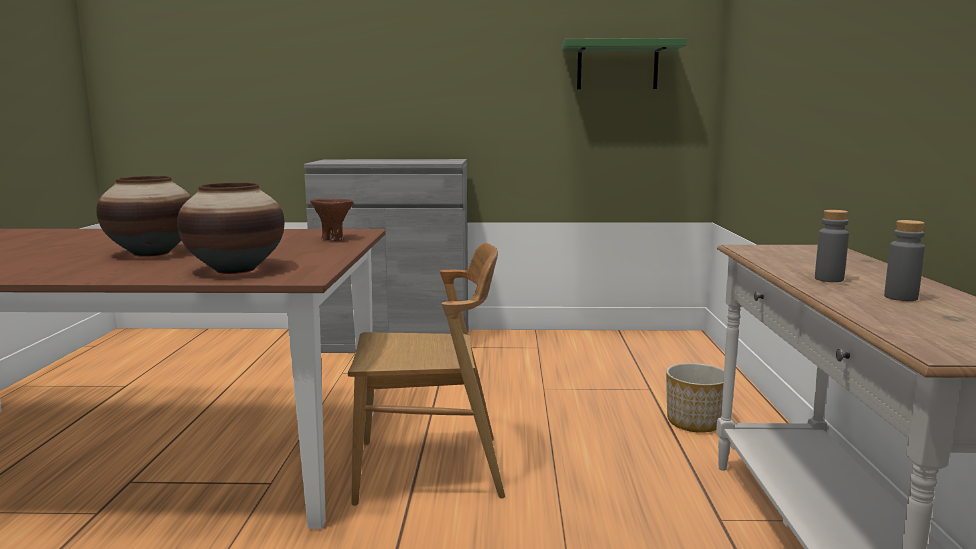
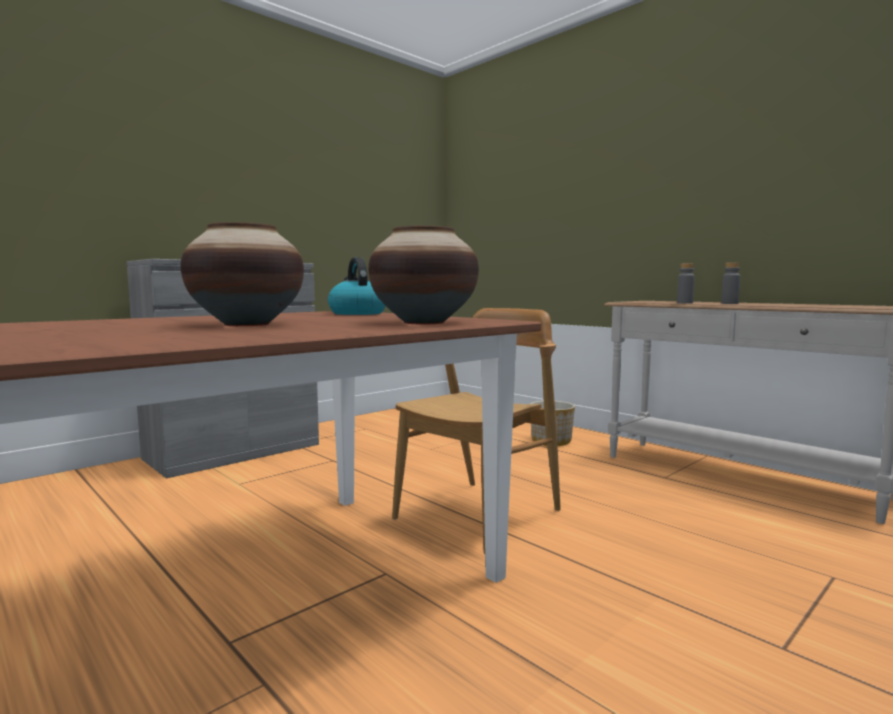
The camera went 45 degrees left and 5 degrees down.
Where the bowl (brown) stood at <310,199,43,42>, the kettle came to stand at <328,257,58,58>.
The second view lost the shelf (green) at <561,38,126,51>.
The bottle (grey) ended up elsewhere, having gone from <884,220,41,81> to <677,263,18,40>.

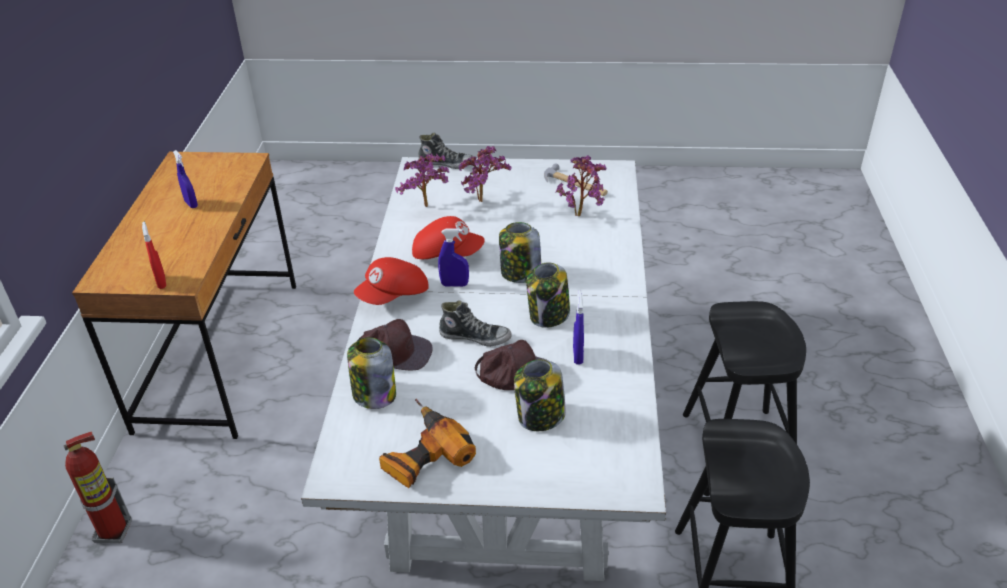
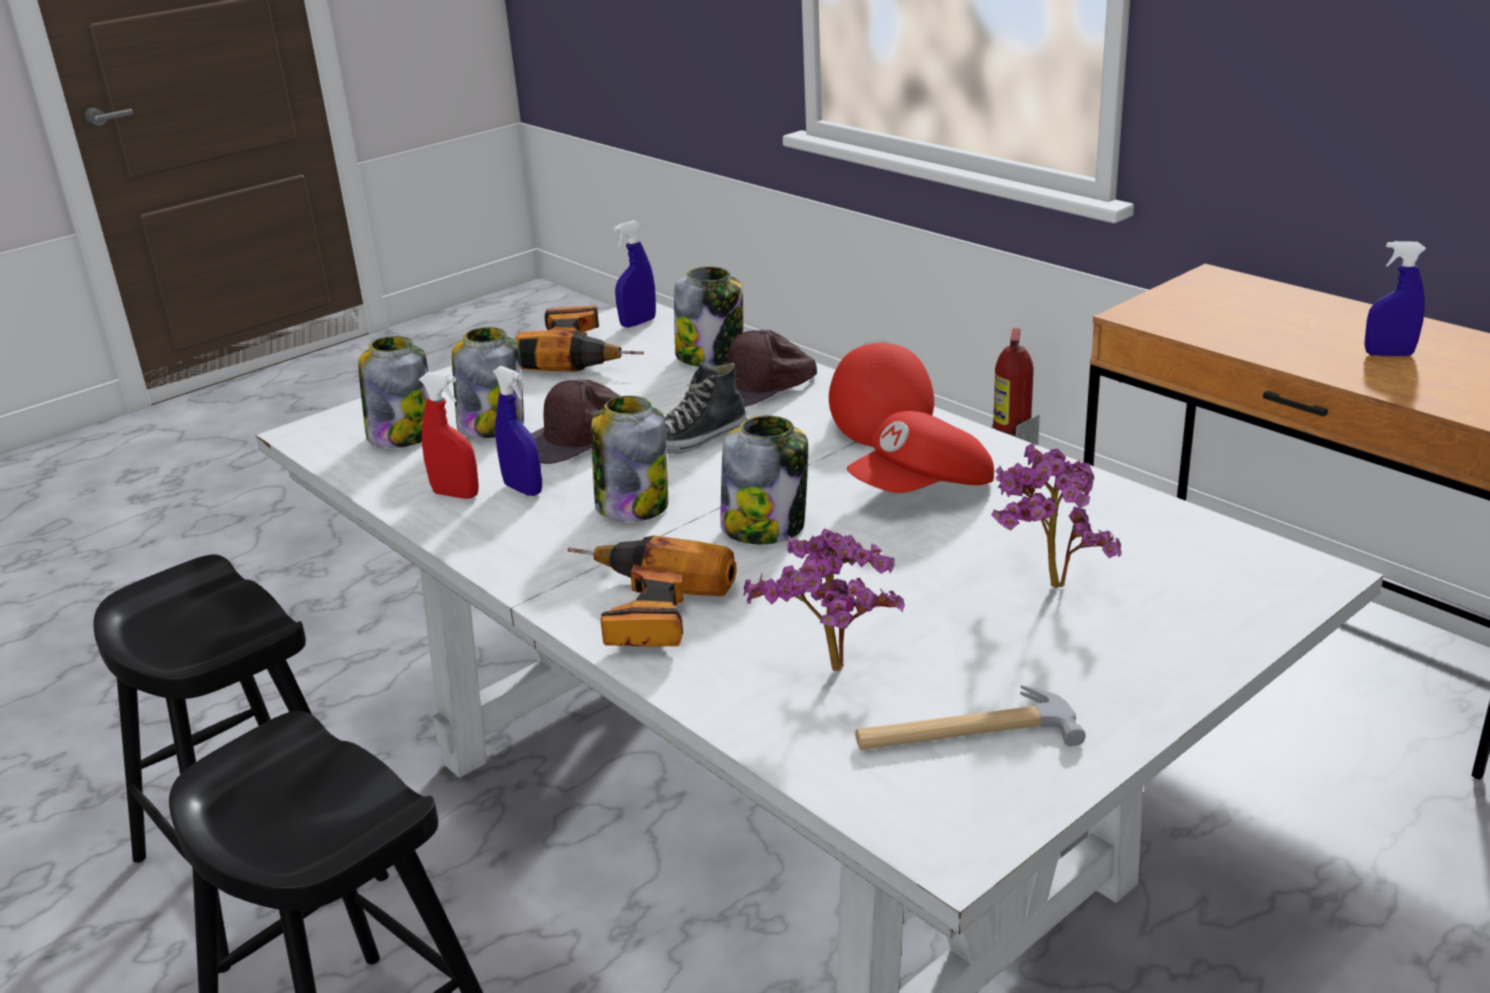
The camera went 135 degrees right and 10 degrees down.
The spray bottle (red) ended up elsewhere, having gone from <142,222,24,67> to <419,372,60,127>.
The second view lost the potted plant at <395,153,54,54>.
The second view lost the shoe at <418,132,56,37>.
The spray bottle (blue) ended up elsewhere, having gone from <438,229,31,58> to <613,221,43,107>.
The second view gained the jar at <358,336,71,112>.
The second view gained the power drill at <567,535,170,111>.

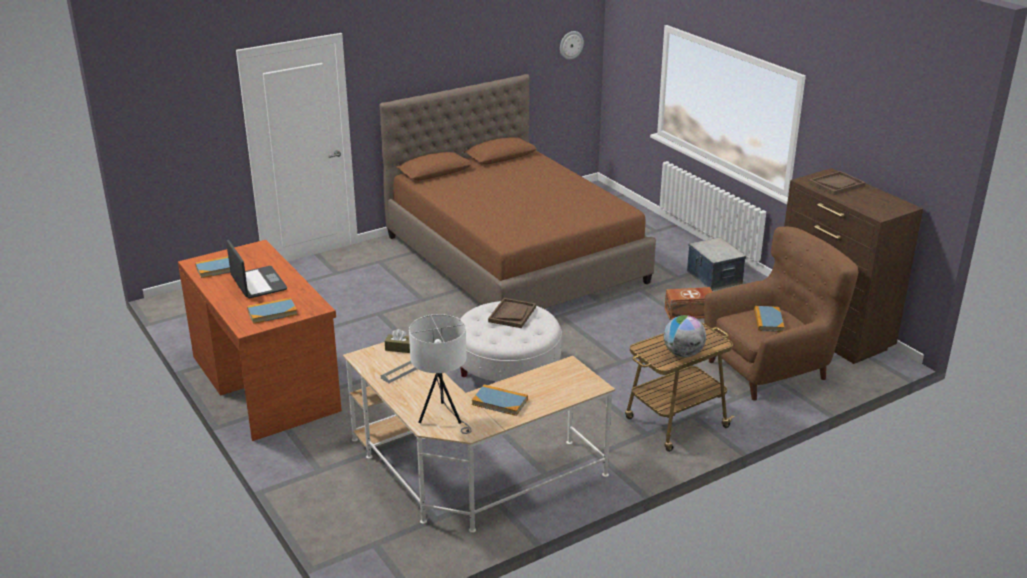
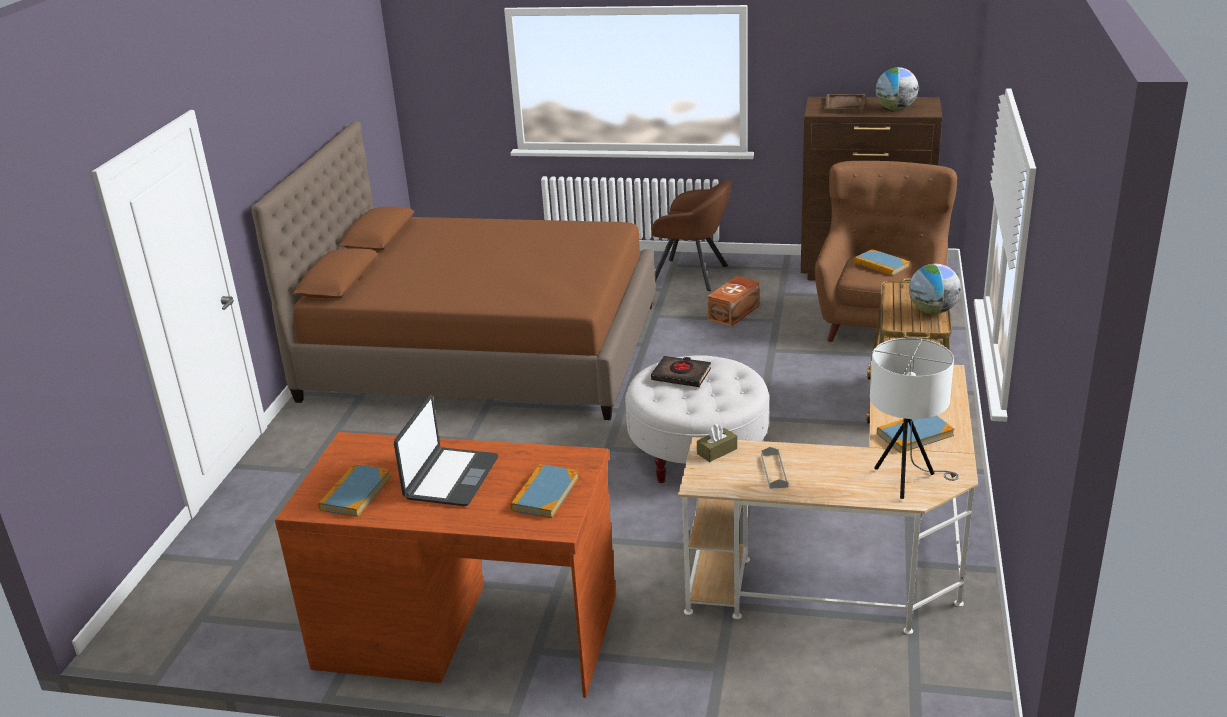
The camera went 45 degrees left and 0 degrees up.
The laptop at <226,240,61,58> ended up facing another way, 90 degrees clockwise from before.
Where the tray (brown) stood at <488,298,48,30>, the book (black) came to stand at <651,356,60,31>.
The second view lost the wall clock at <560,31,24,29>.
Where the storage box stood at <687,237,59,54>, the armchair (brown) came to stand at <651,180,81,111>.
The second view gained the globe at <876,67,43,43>.

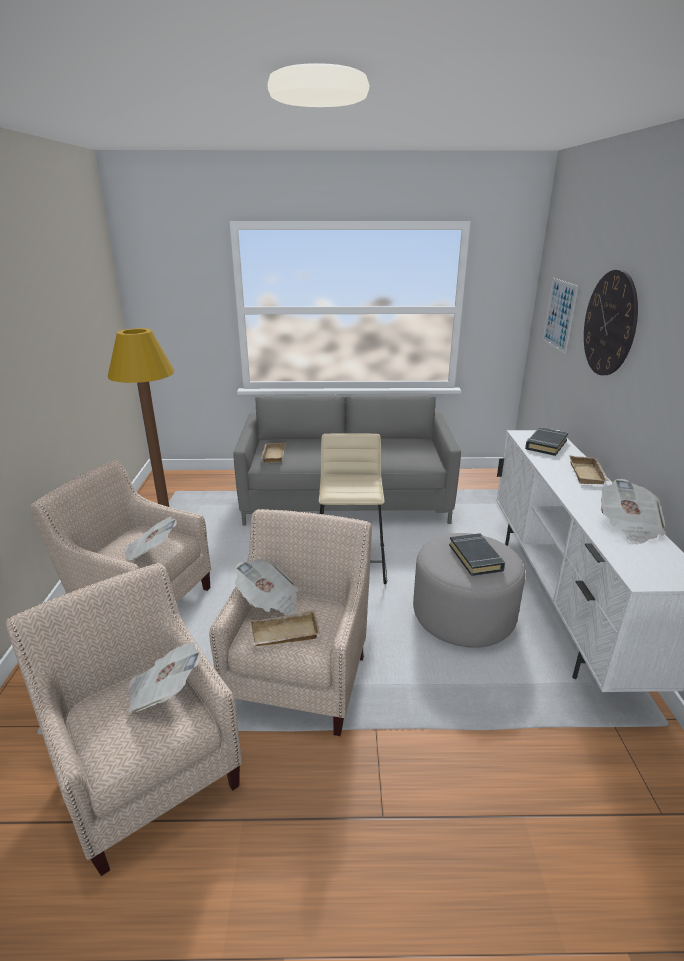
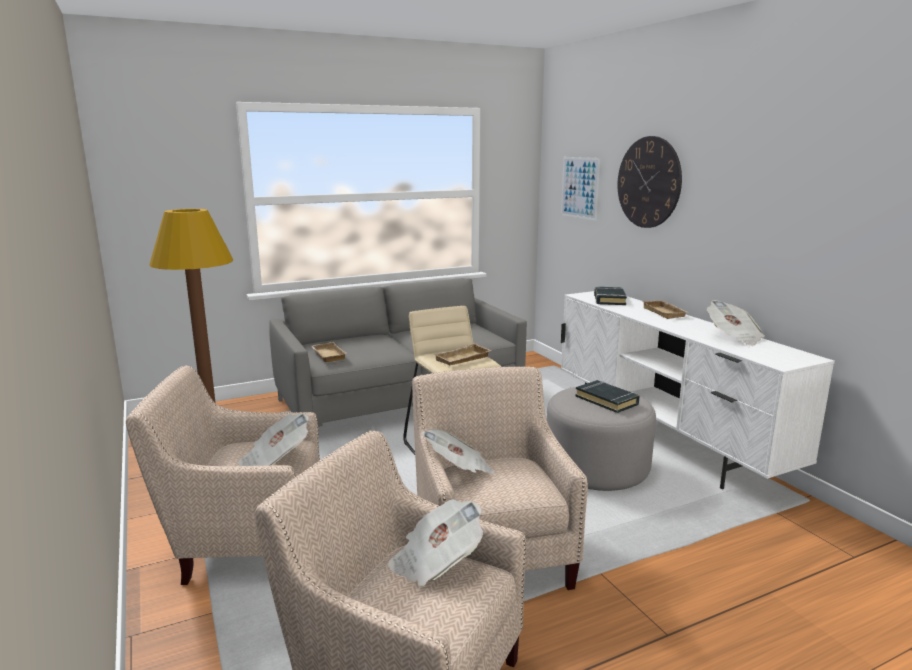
The camera went 25 degrees left and 10 degrees down.
The tray (beige) ended up elsewhere, having gone from <250,610,71,36> to <435,343,56,22>.

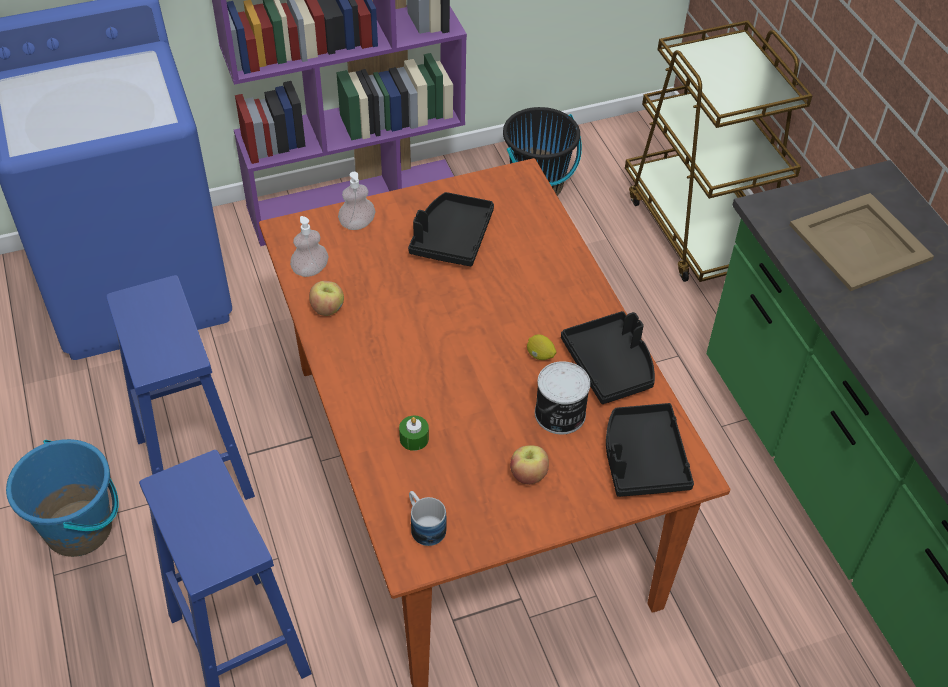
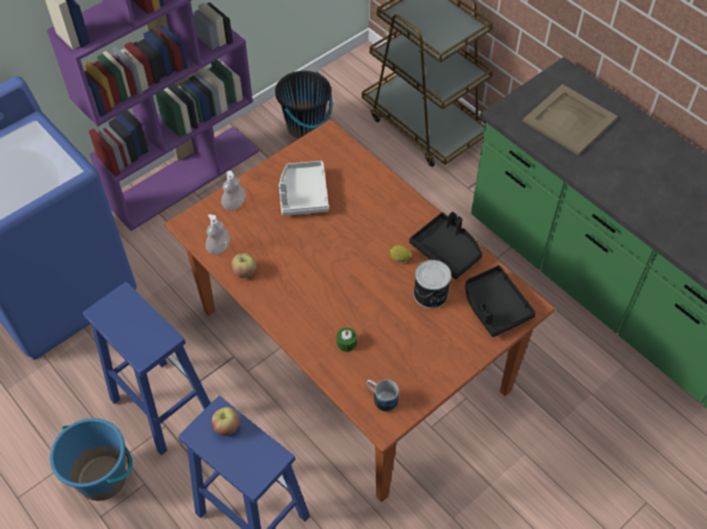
The camera went 20 degrees left and 5 degrees up.
What was the tray (black) at <408,192,86,74> turned into the tray (white) at <279,161,50,54>.
The apple ended up elsewhere, having gone from <510,445,39,40> to <212,407,28,29>.

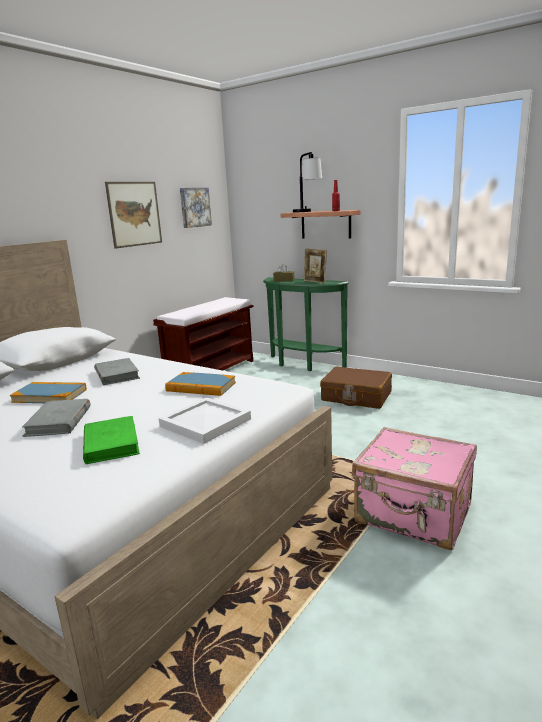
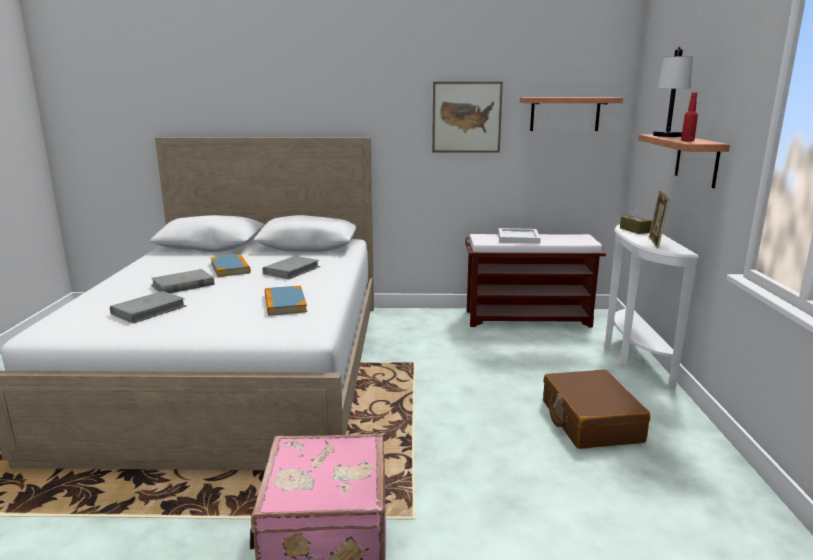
The camera went 55 degrees right and 0 degrees up.
What was the book (green) at <83,416,57,48> turned into the book (grey) at <110,291,77,33>.
The tray (white) ended up elsewhere, having gone from <159,398,92,46> to <498,228,43,16>.
Where the picture hung at <180,187,32,41>, the shelf came to hang at <520,97,103,34>.
What was the console table (green) at <263,277,86,94> turned into the console table (white) at <605,224,94,163>.

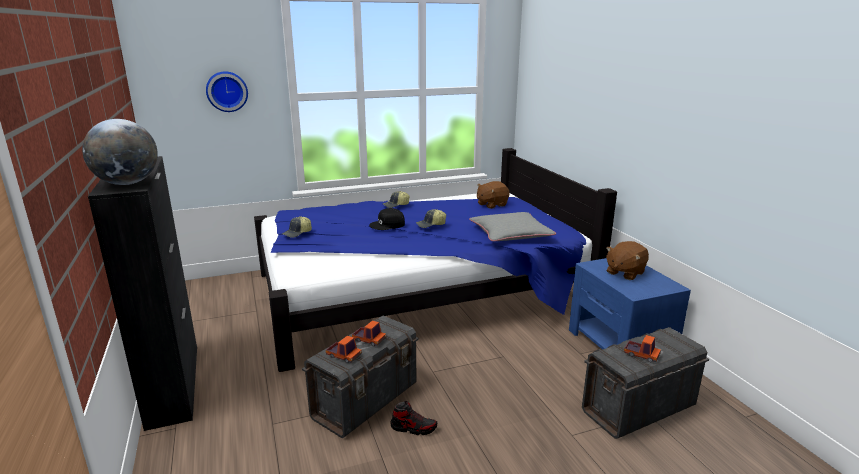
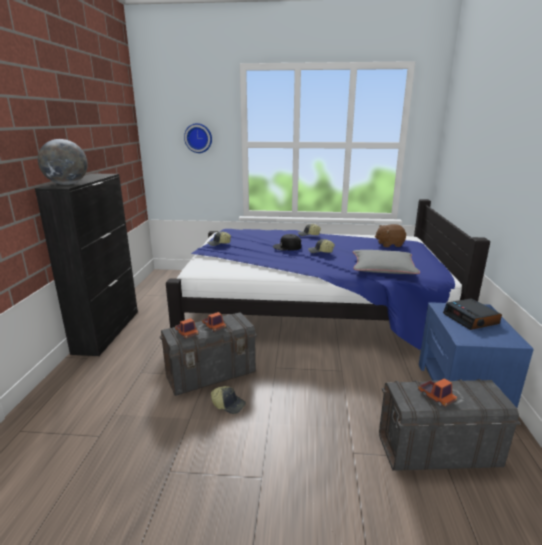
The camera went 25 degrees right and 0 degrees up.
Where the shoe stood at <391,401,46,34>, the cap came to stand at <211,386,35,28>.
Where the plush toy (brown) stood at <606,241,43,39>, the alarm clock came to stand at <443,298,59,32>.

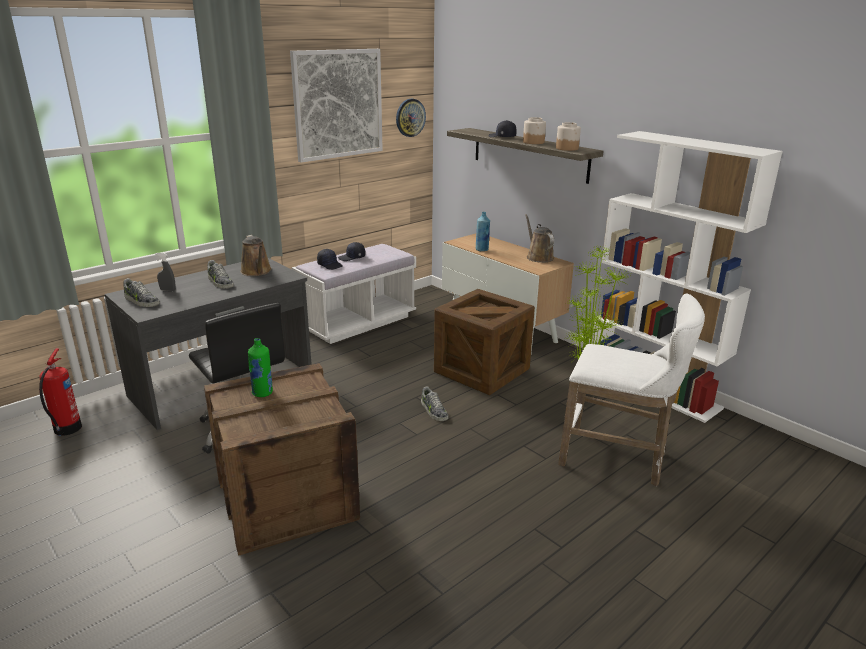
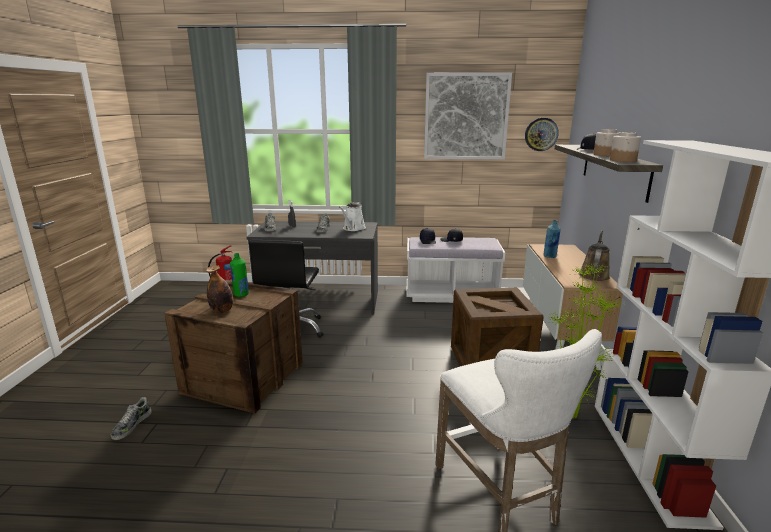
The camera went 45 degrees right and 5 degrees down.
What was the watering can (brown) at <240,235,32,41> turned into the watering can (white) at <339,202,27,29>.
The shoe ended up elsewhere, having gone from <421,386,27,35> to <111,397,41,43>.
The second view gained the bottle at <206,265,27,48>.

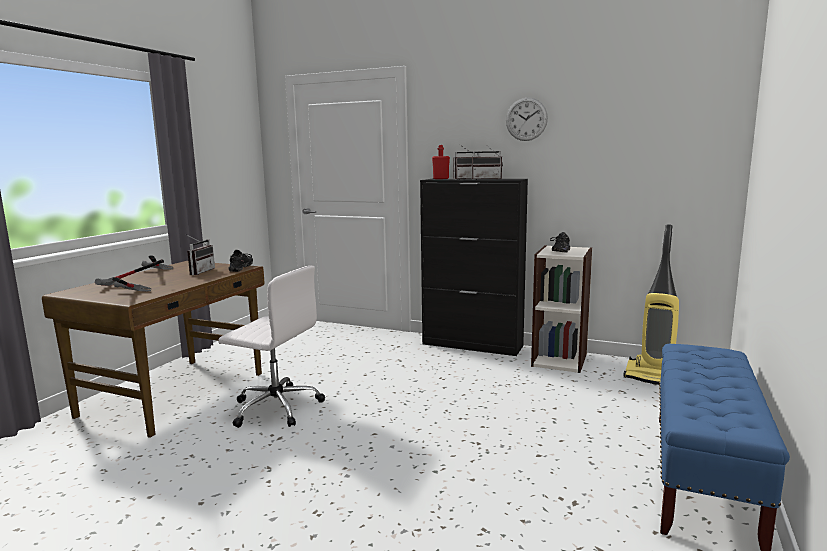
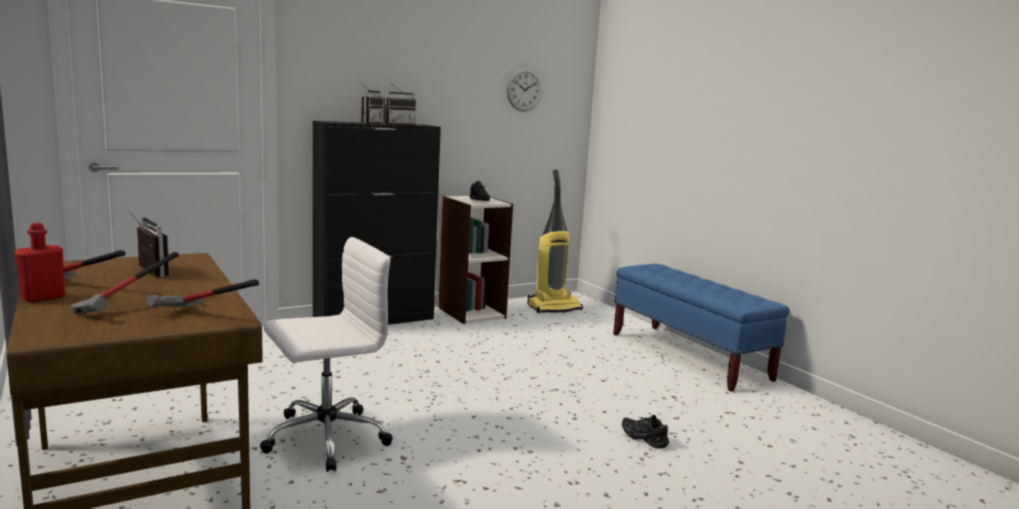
The camera went 55 degrees left and 0 degrees up.
The shoe (black) ended up elsewhere, having gone from <228,250,25,22> to <622,415,48,34>.
The bottle (red) ended up elsewhere, having gone from <432,145,18,34> to <14,223,51,80>.
The wall clock ended up elsewhere, having gone from <506,98,42,43> to <506,69,36,43>.

